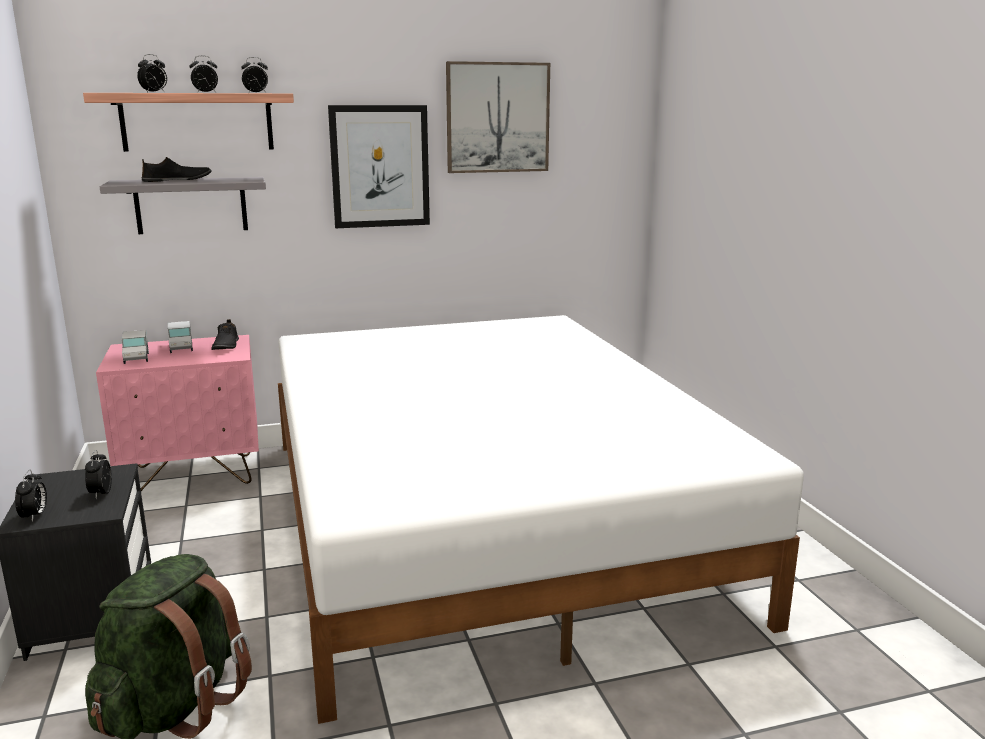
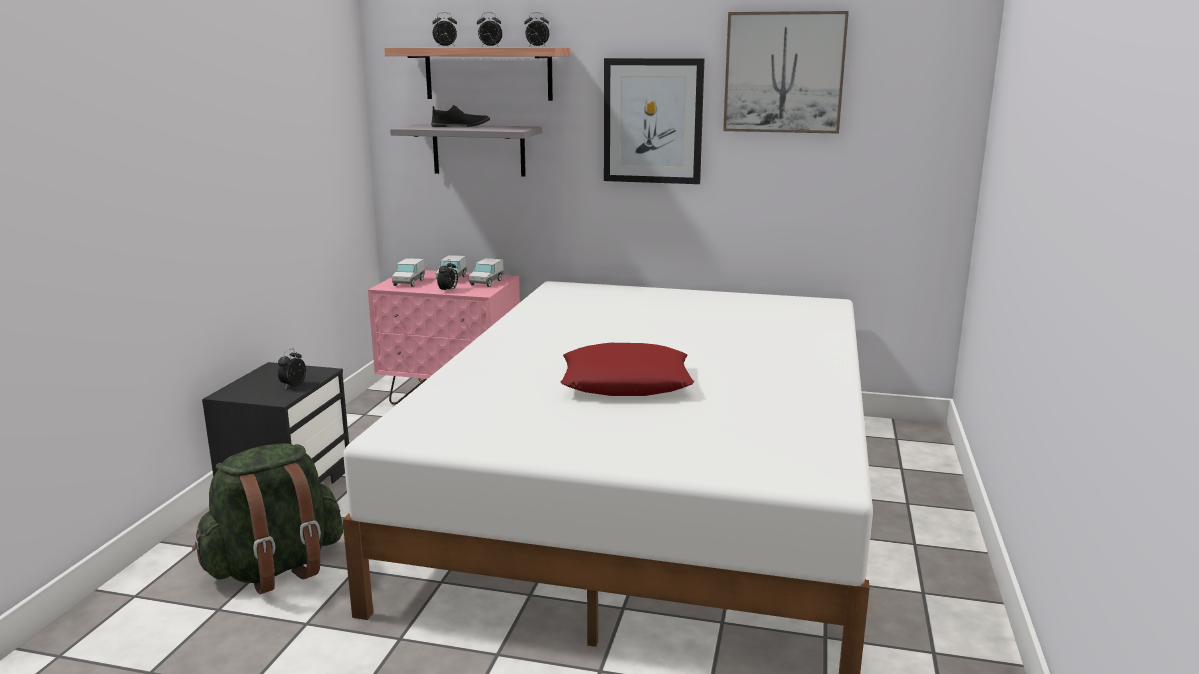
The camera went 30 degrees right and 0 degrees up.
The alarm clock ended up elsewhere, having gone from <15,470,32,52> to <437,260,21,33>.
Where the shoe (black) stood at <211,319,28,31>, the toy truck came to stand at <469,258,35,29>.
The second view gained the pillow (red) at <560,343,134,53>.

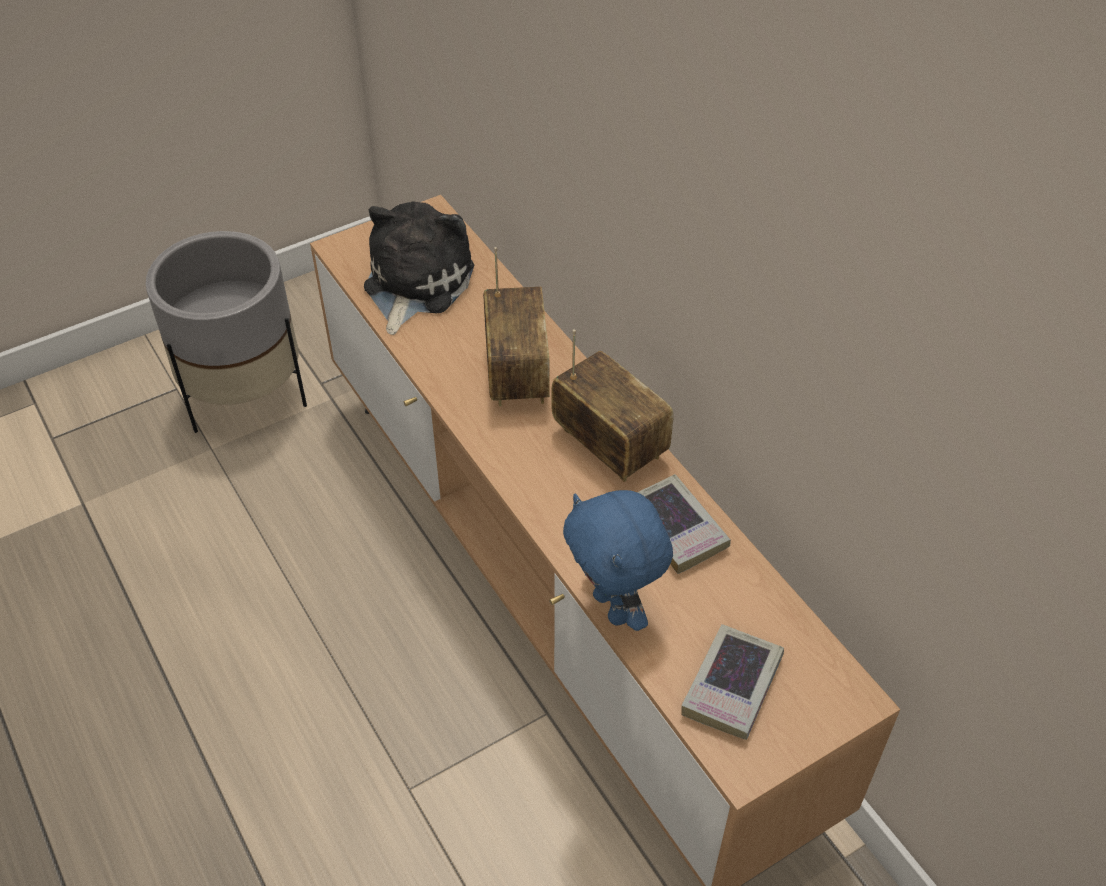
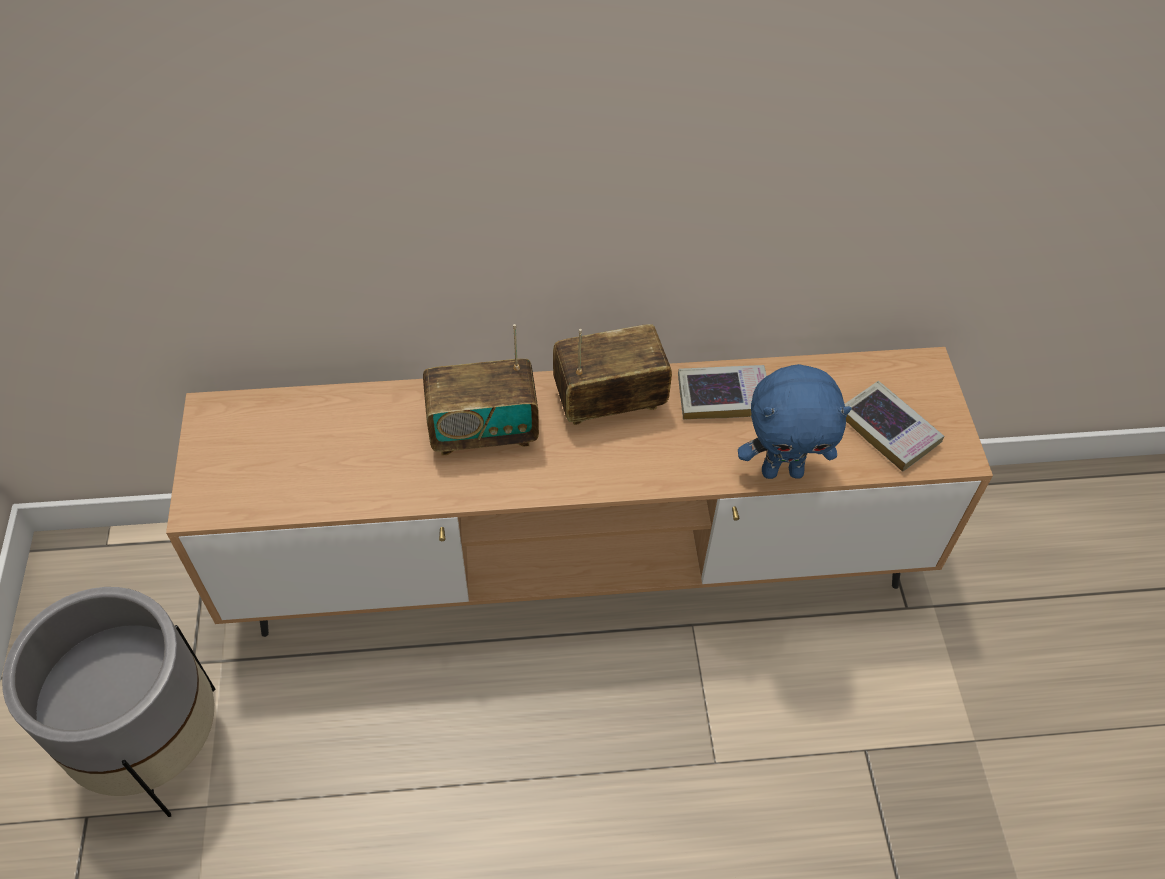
The camera went 65 degrees left and 5 degrees up.
The second view lost the plush toy at <364,202,110,133>.
The radio at <483,247,67,159> ended up facing another way, 150 degrees clockwise from before.

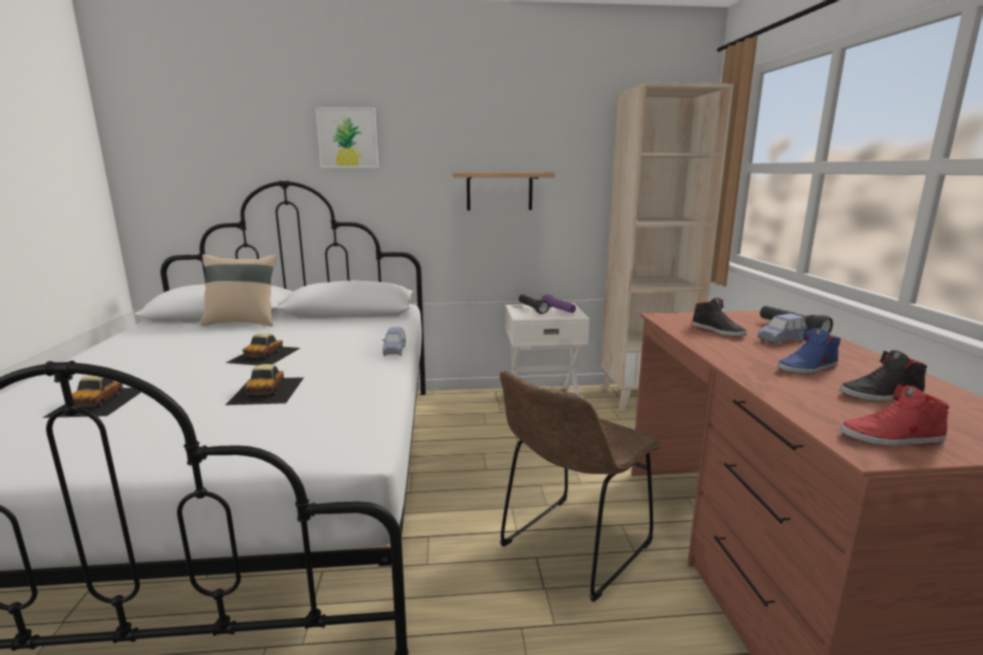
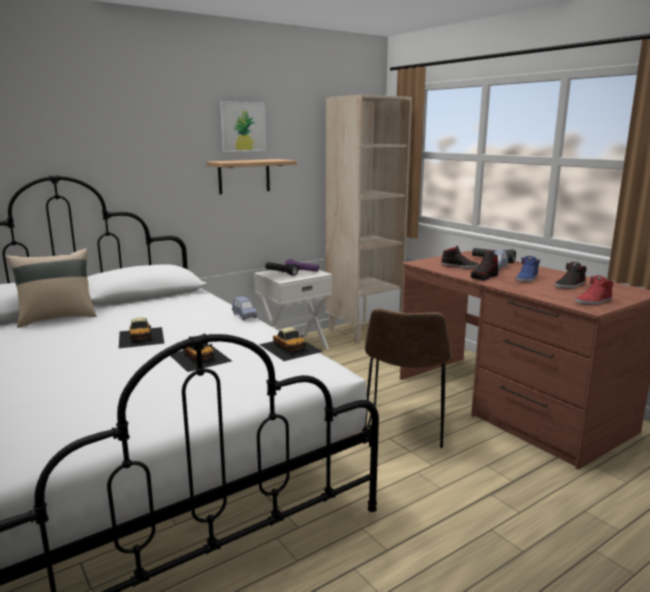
The camera went 30 degrees left and 0 degrees up.
The toy car ended up elsewhere, having gone from <42,375,99,43> to <259,327,64,34>.
The picture ended up elsewhere, having gone from <315,107,64,61> to <220,101,46,51>.
The second view gained the shoe at <471,251,27,30>.

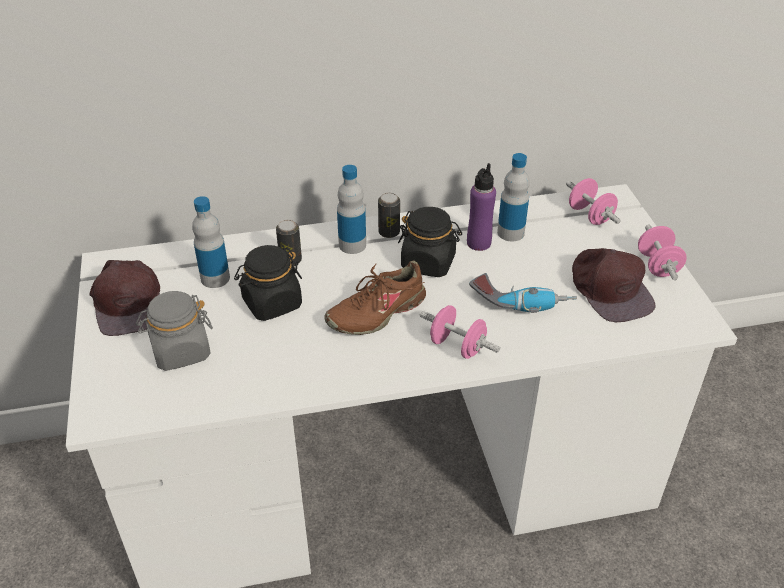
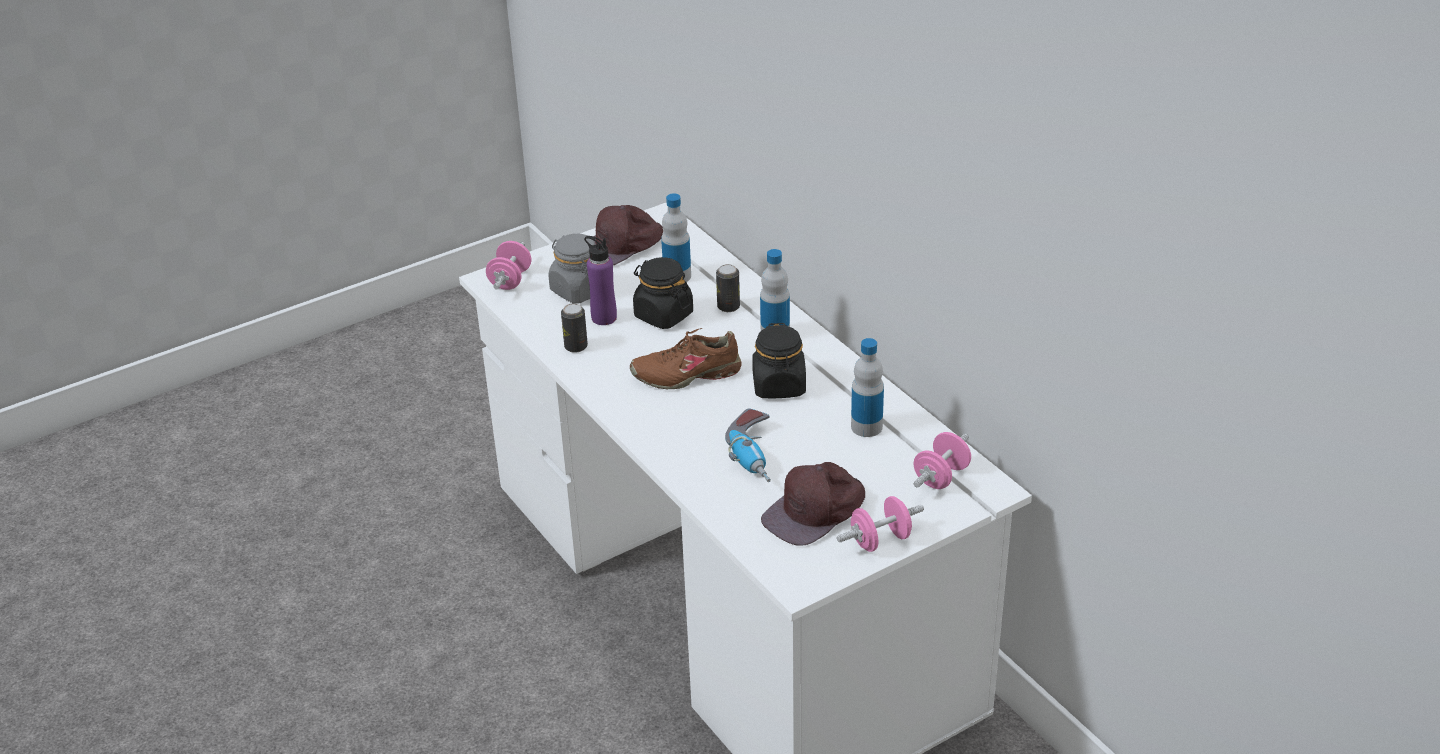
The camera went 70 degrees right and 5 degrees down.
The shoe (brown) at <324,260,102,75> ended up facing another way, 45 degrees counterclockwise from before.
The can ended up elsewhere, having gone from <378,193,22,45> to <561,303,27,50>.
The dumbbell (pink) ended up elsewhere, having gone from <420,305,80,54> to <486,241,45,49>.
The bottle (purple) ended up elsewhere, having gone from <467,163,29,88> to <584,236,33,89>.

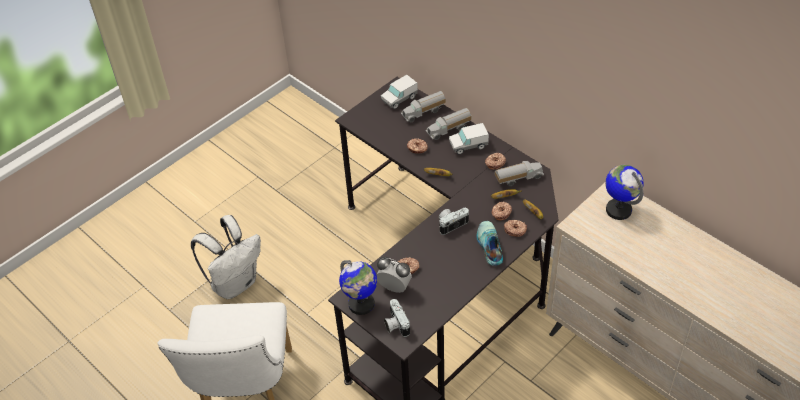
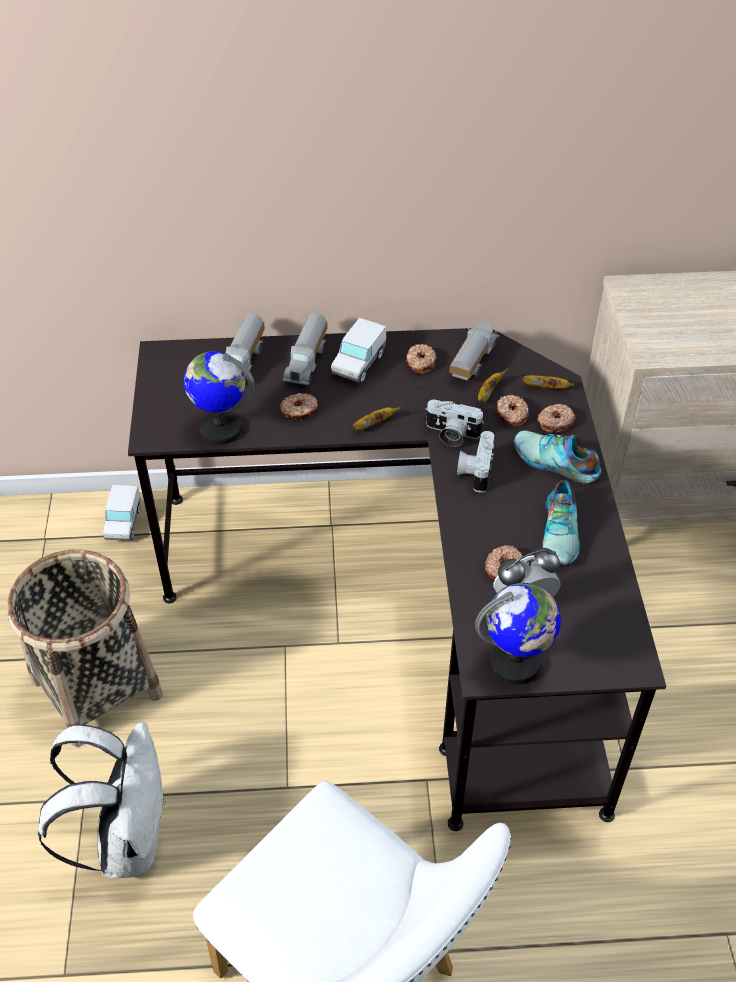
The camera went 50 degrees left and 0 degrees up.
The toy truck ended up elsewhere, having gone from <381,75,37,34> to <103,485,38,56>.
The photo camera ended up elsewhere, having gone from <384,299,26,38> to <425,400,59,47>.
The globe ended up elsewhere, having gone from <605,165,39,55> to <184,351,71,94>.
The second view gained the basket at <7,550,156,197>.
The second view gained the shoe at <541,480,39,85>.

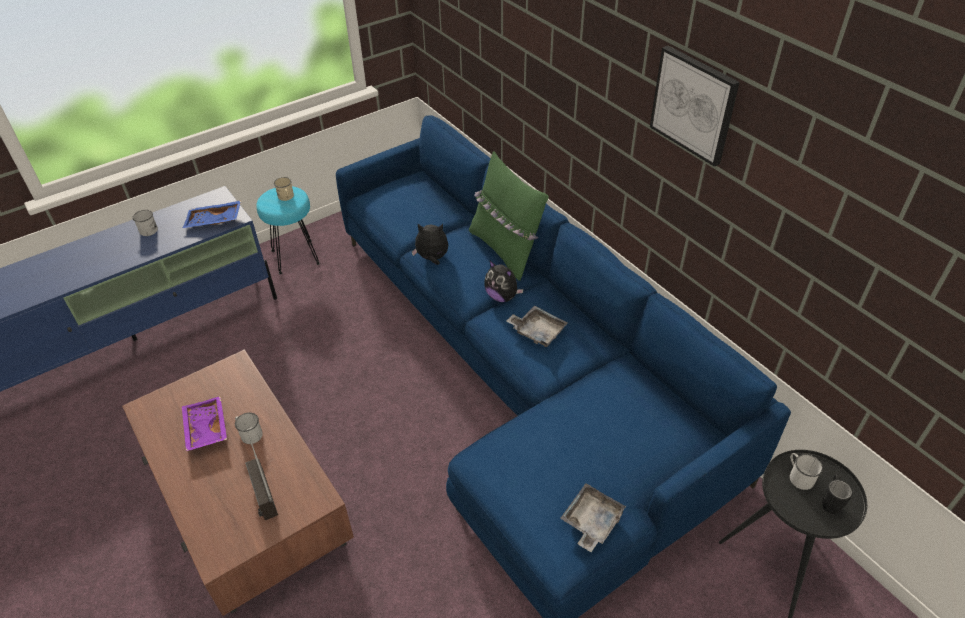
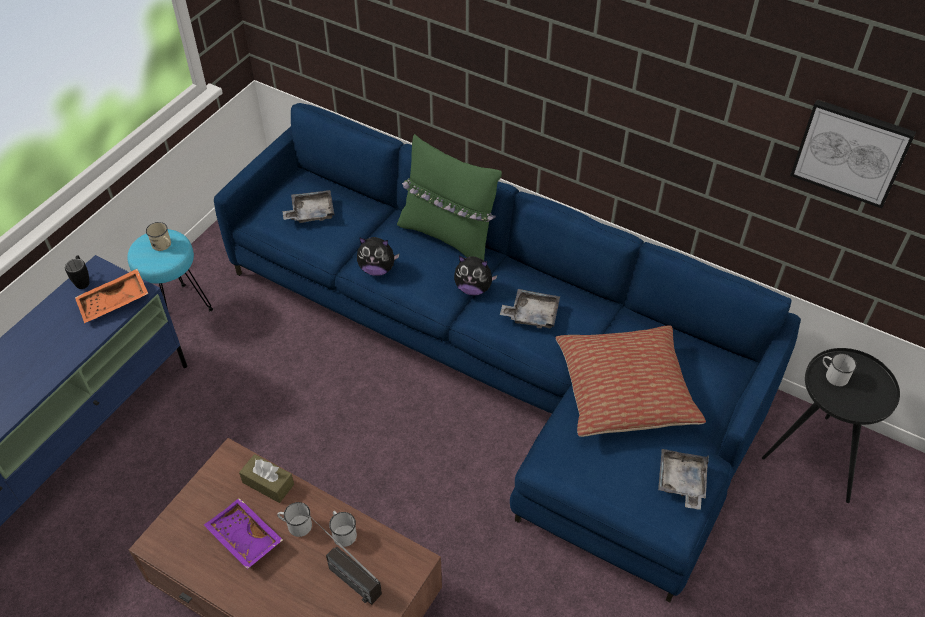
The camera went 25 degrees left and 5 degrees up.
The mug (white) ended up elsewhere, having gone from <132,210,26,26> to <329,511,28,36>.
What was the tray (blue) at <183,201,58,27> turned into the tray (orange) at <75,269,73,54>.
The plush toy at <412,224,36,41> ended up facing another way, 150 degrees counterclockwise from before.
The picture ended up elsewhere, having gone from <650,46,90,121> to <790,99,126,110>.
The mug (black) ended up elsewhere, having gone from <822,474,30,40> to <65,255,25,34>.
The second view gained the tissue box (brown) at <239,454,55,49>.
The second view gained the tray (grey) at <282,190,52,33>.
The second view gained the pillow at <556,325,150,112>.

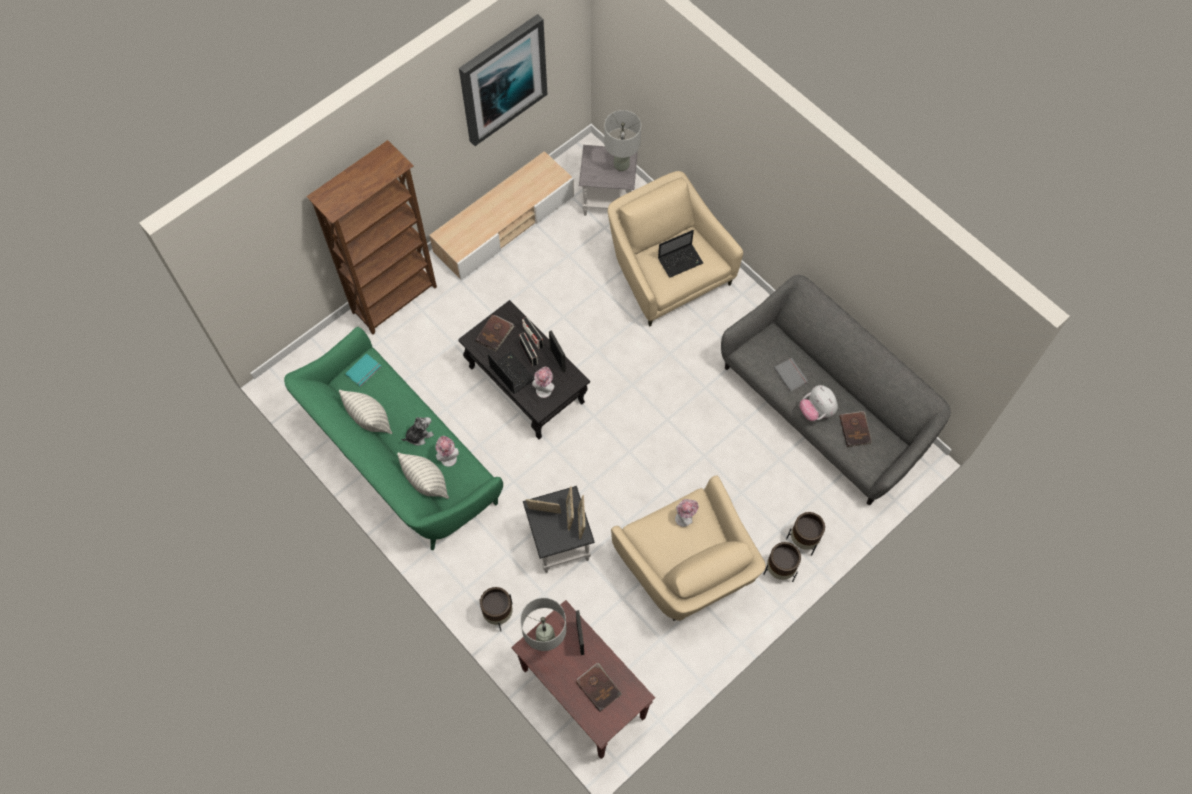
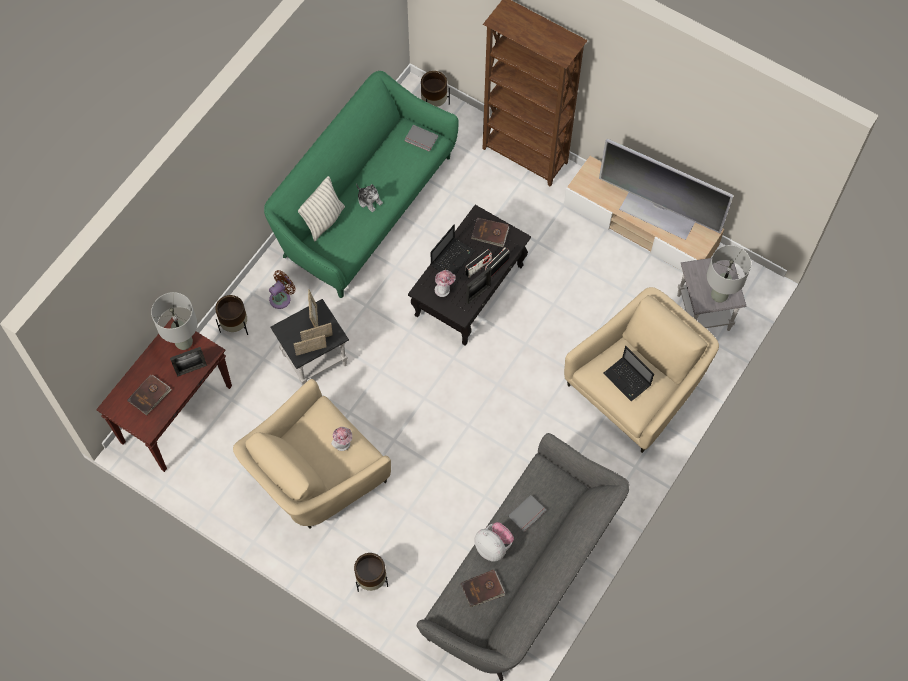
The camera went 75 degrees right and 0 degrees up.
The second view lost the pillow at <339,390,54,44>.
What was the book (turquoise) at <345,353,36,34> turned into the book (grey) at <404,125,34,27>.
The second view lost the hat at <435,436,24,31>.
The second view lost the picture at <459,14,89,132>.
The planter (brown) ended up elsewhere, having gone from <763,542,38,40> to <421,71,29,36>.
The plush toy at <800,385,38,36> ended up facing another way, 90 degrees clockwise from before.
The second view gained the fan (brown) at <269,270,27,39>.
The second view gained the television at <599,139,134,101>.

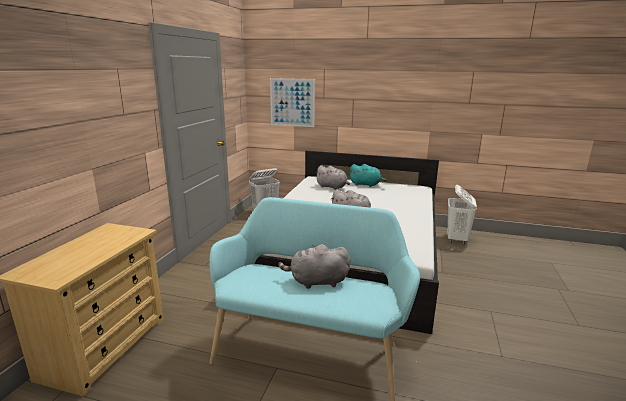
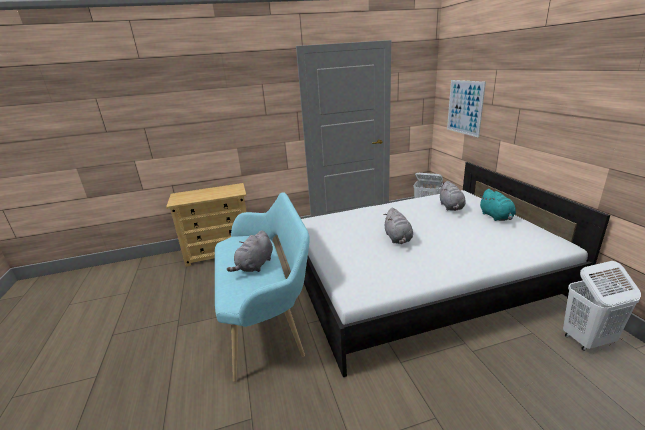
The camera went 60 degrees right and 5 degrees up.
The plush toy (grey) at <278,244,73,45> ended up facing another way, 120 degrees counterclockwise from before.

